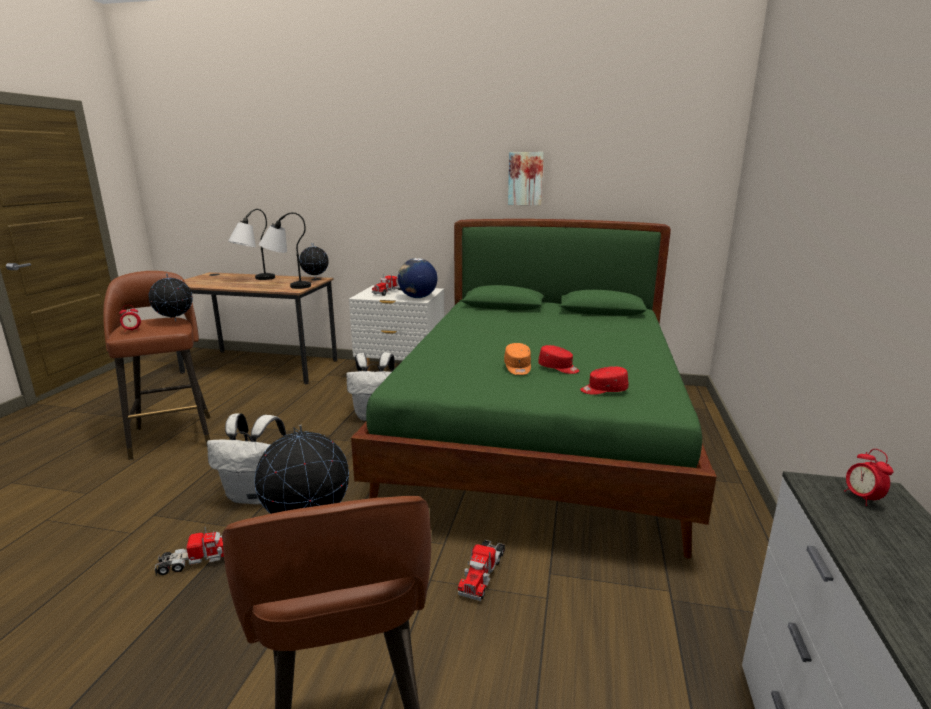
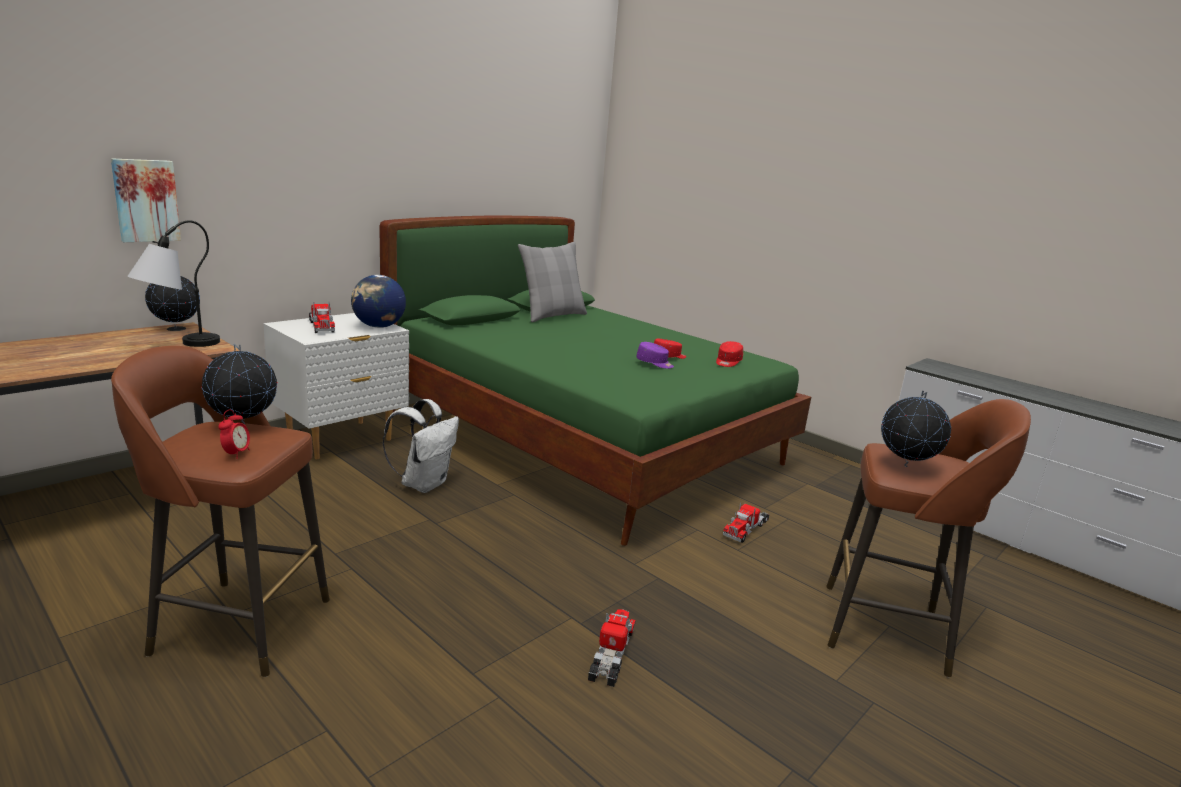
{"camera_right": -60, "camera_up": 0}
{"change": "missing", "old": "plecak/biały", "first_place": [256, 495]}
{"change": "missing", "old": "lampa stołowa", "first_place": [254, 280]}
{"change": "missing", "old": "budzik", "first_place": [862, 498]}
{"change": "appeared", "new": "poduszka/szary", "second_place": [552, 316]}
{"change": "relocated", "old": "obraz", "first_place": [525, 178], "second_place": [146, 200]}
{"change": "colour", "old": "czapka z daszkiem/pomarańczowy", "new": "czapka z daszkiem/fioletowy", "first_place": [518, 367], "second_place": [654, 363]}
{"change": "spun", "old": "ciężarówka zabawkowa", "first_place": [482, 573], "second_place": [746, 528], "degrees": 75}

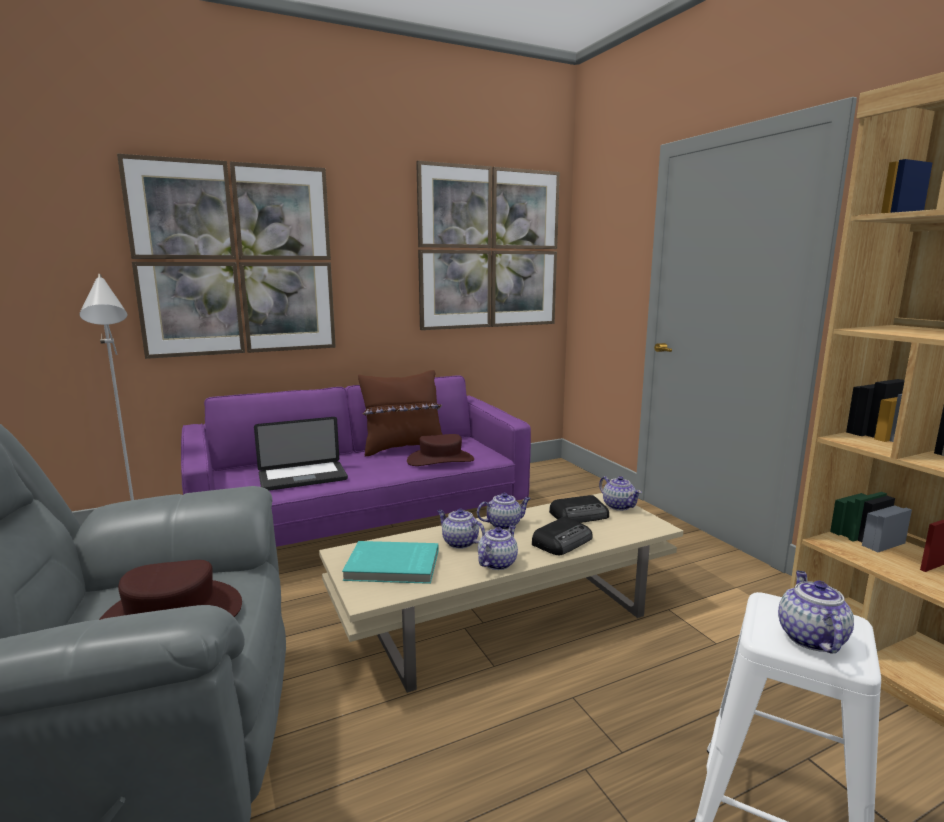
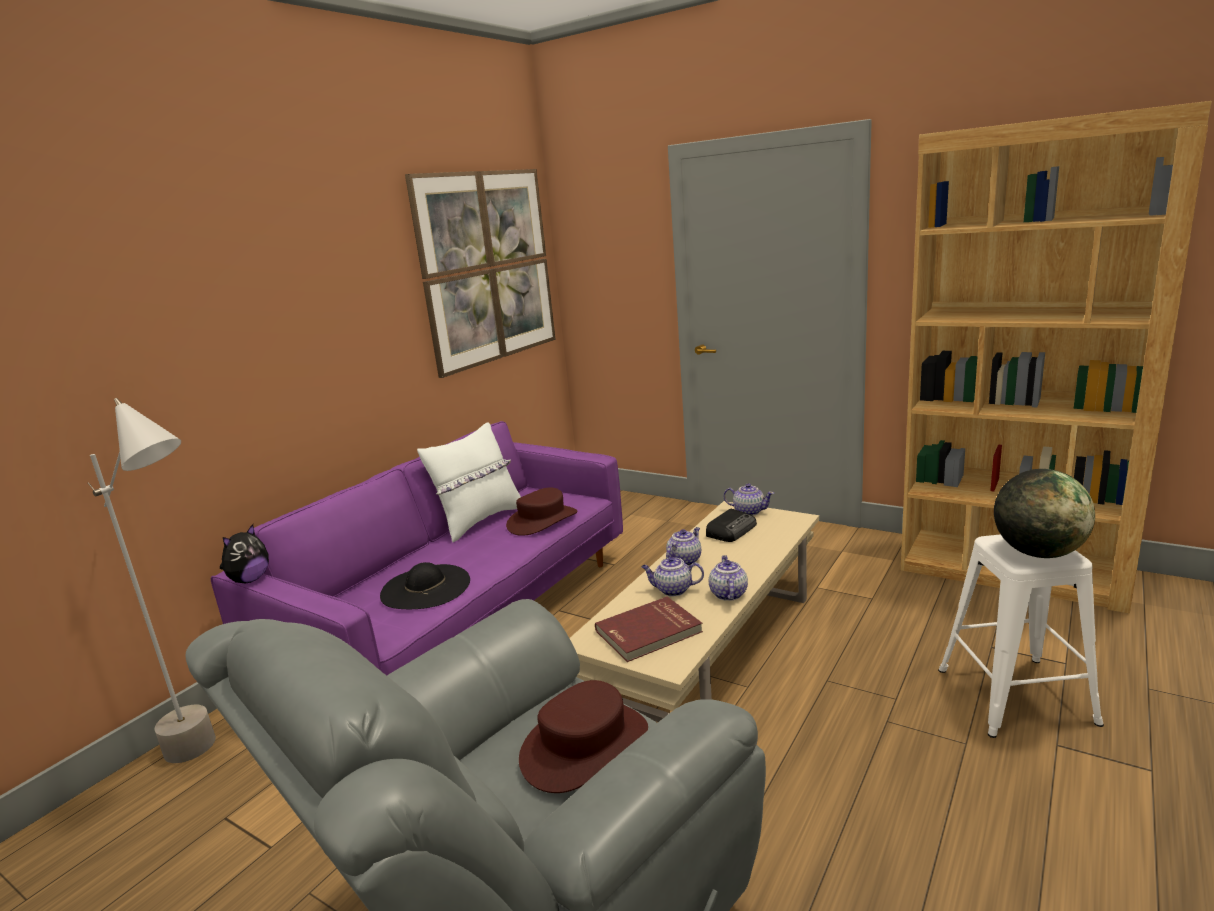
{"camera_right": -30, "camera_up": 5}
{"change": "missing", "old": "obraz", "first_place": [237, 260]}
{"change": "missing", "old": "radio", "first_place": [563, 541]}
{"change": "appeared", "new": "pluszak", "second_place": [249, 580]}
{"change": "exchanged", "old": "laptop", "new": "kapelusz/czarny", "first_place": [302, 477], "second_place": [425, 587]}
{"change": "exchanged", "old": "imbryk", "new": "globus", "first_place": [809, 637], "second_place": [1038, 553]}
{"change": "colour", "old": "książka/turkusowy", "new": "książka/czerwony", "first_place": [392, 566], "second_place": [649, 632]}
{"change": "colour", "old": "poduszka/brązowy", "new": "poduszka/biały", "first_place": [403, 448], "second_place": [479, 521]}

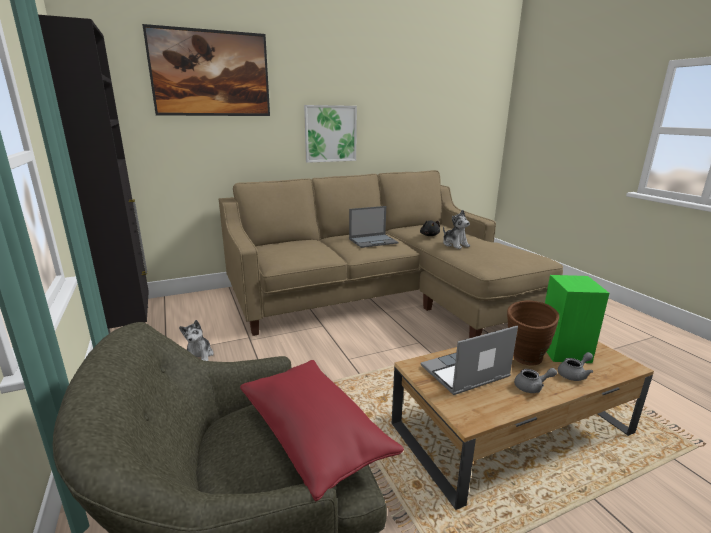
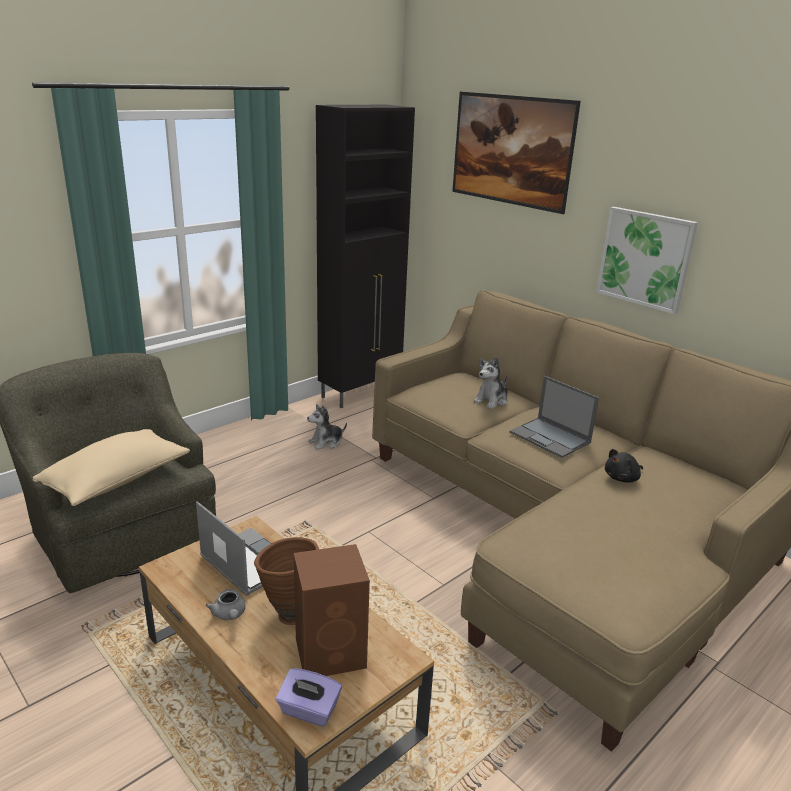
{"camera_right": 70, "camera_up": 5}
{"change": "missing", "old": "imbryk/szary", "first_place": [574, 374]}
{"change": "appeared", "new": "pudełko chusteczek/fioletowy", "second_place": [308, 710]}
{"change": "relocated", "old": "pluszak", "first_place": [455, 244], "second_place": [491, 400]}
{"change": "colour", "old": "poduszka/czerwony", "new": "poduszka/beżowy", "first_place": [314, 436], "second_place": [117, 481]}
{"change": "colour", "old": "głośnik/zielony", "new": "głośnik/brązowy", "first_place": [563, 350], "second_place": [332, 653]}

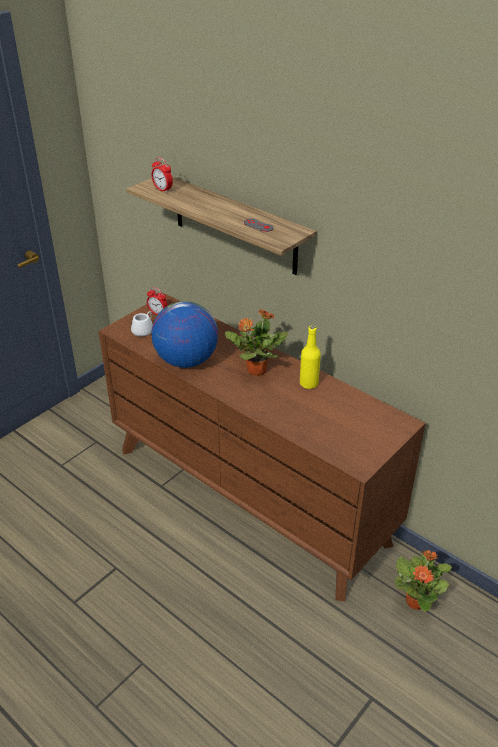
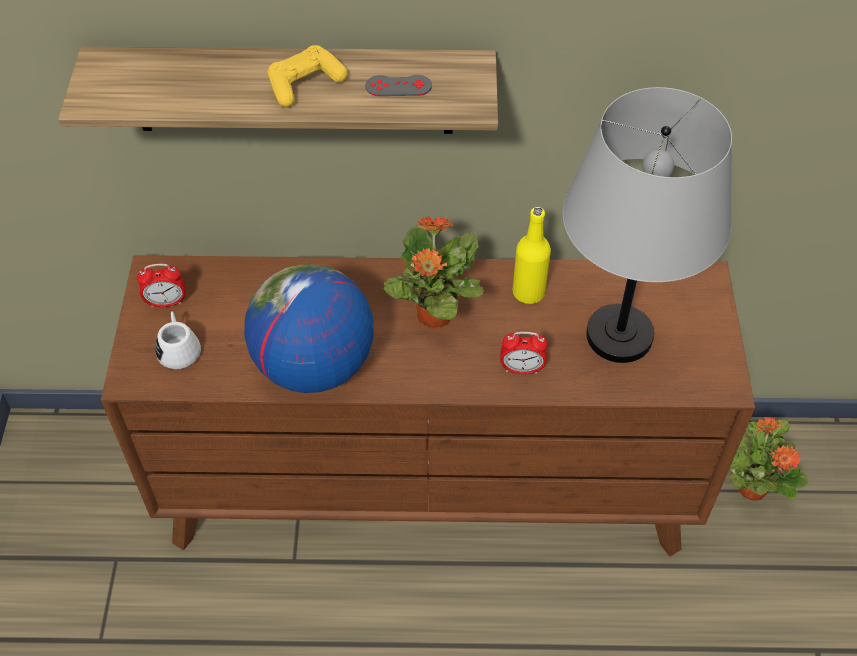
{"camera_right": -40, "camera_up": 15}
{"change": "appeared", "new": "pad do gier/żółty", "second_place": [305, 84]}
{"change": "appeared", "new": "lampa stołowa/szary", "second_place": [619, 336]}
{"change": "relocated", "old": "budzik", "first_place": [163, 190], "second_place": [521, 369]}

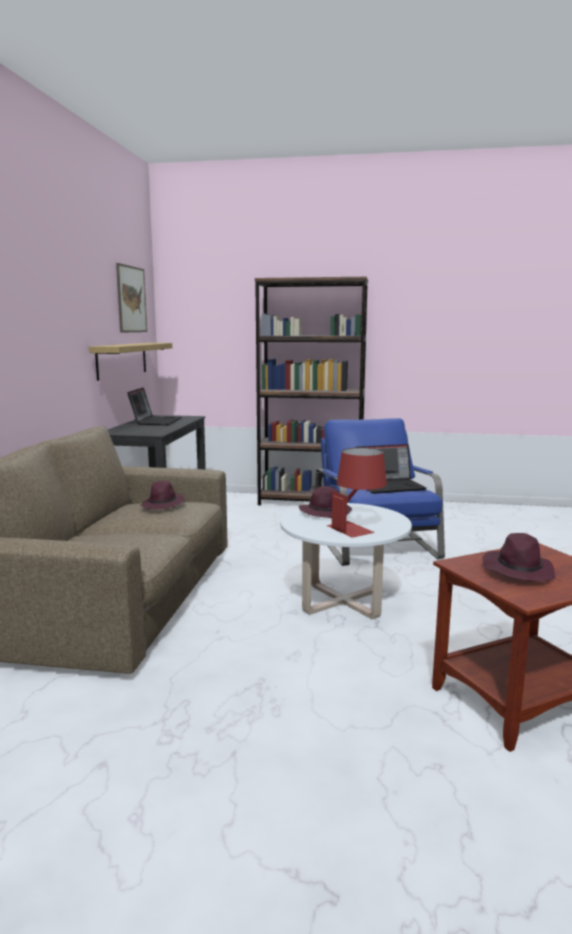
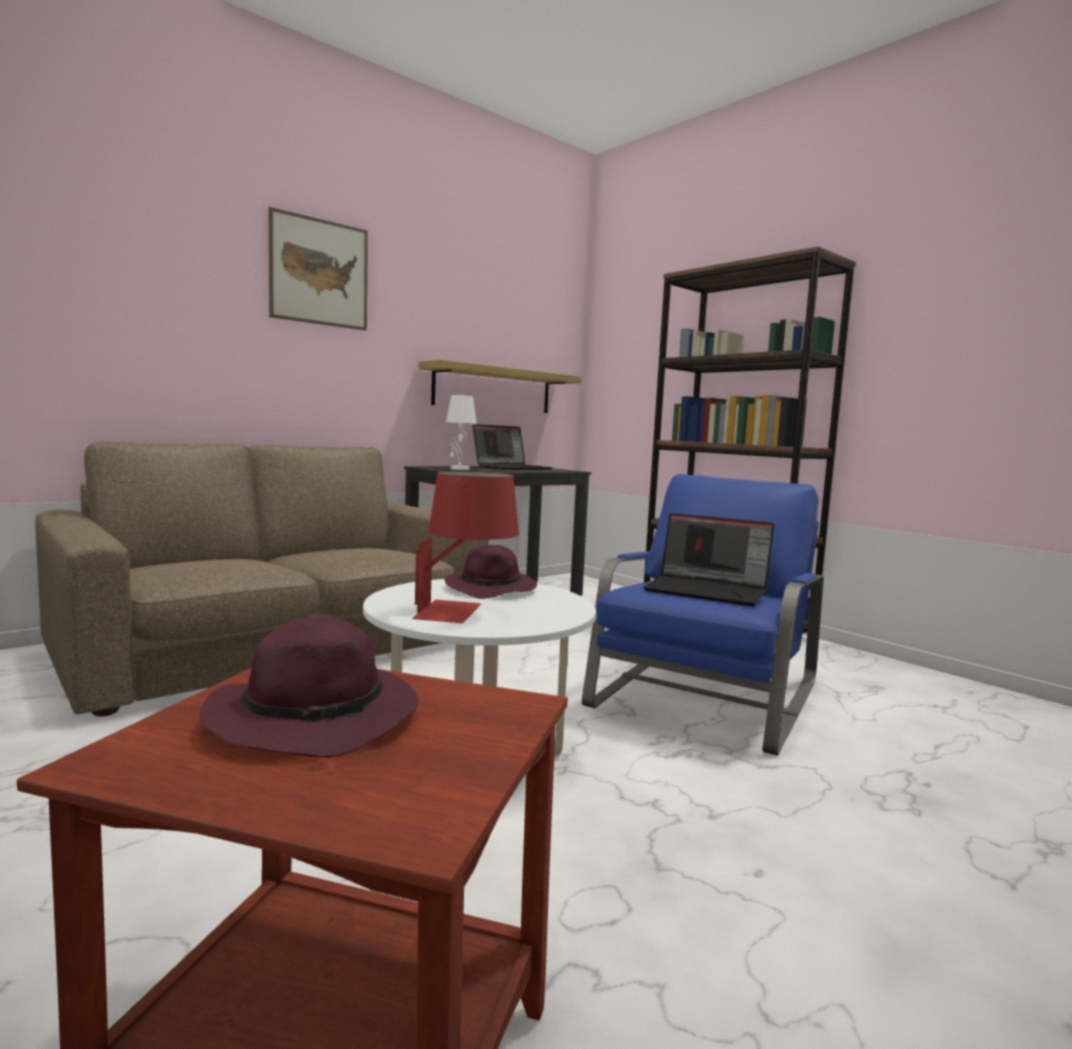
{"camera_right": 40, "camera_up": -5}
{"change": "missing", "old": "kapelusz/fioletowy", "first_place": [163, 505]}
{"change": "appeared", "new": "lampa stołowa/biały", "second_place": [459, 469]}
{"change": "relocated", "old": "obraz", "first_place": [131, 299], "second_place": [319, 272]}

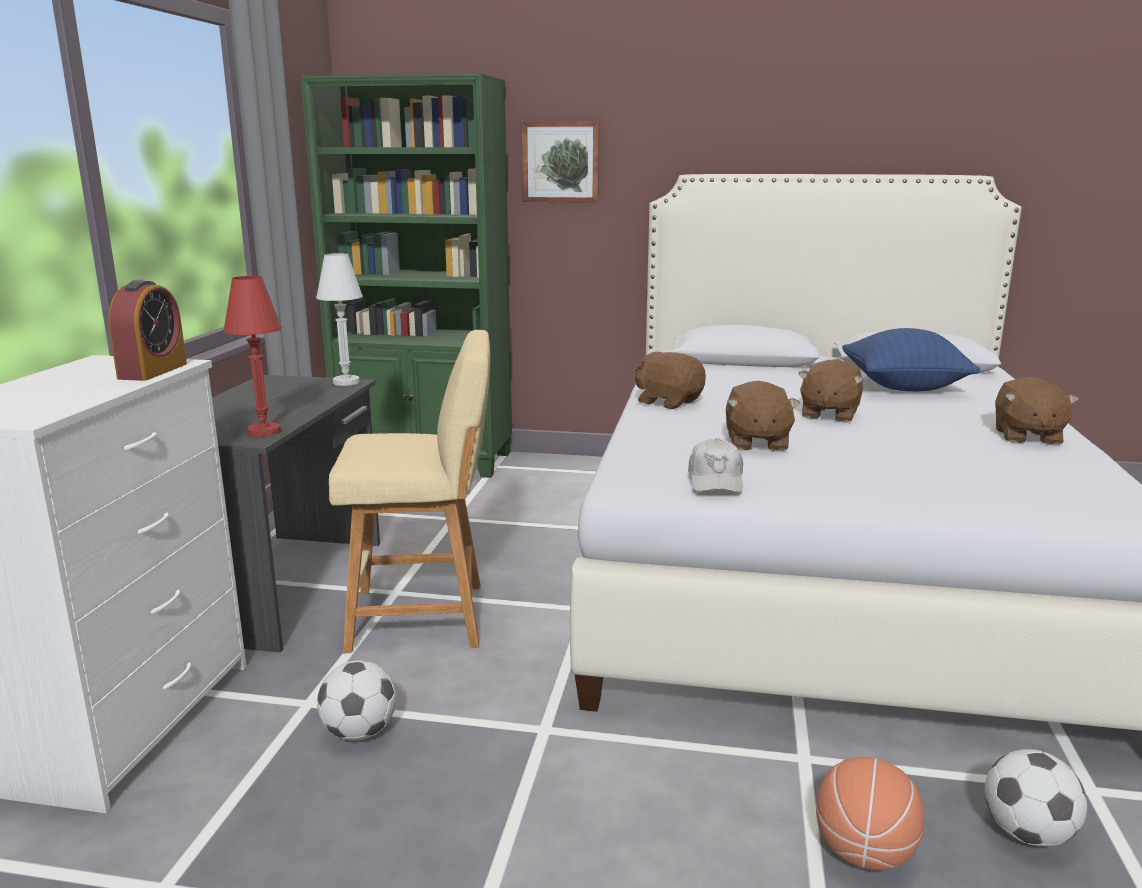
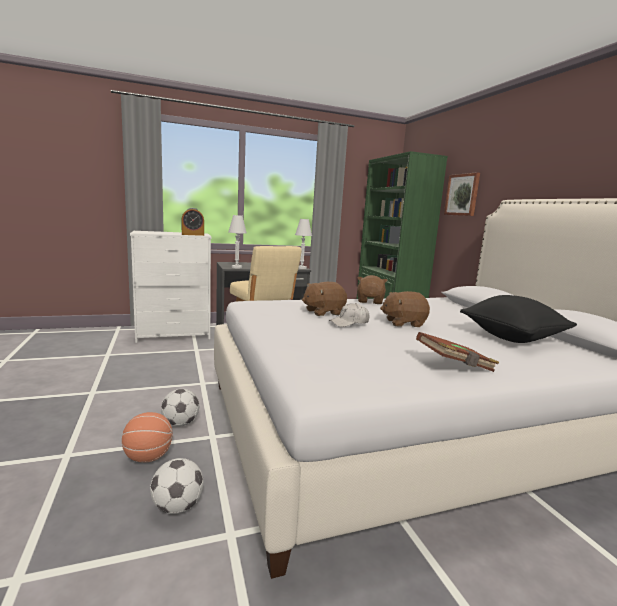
{"camera_right": 60, "camera_up": -5}
{"change": "relocated", "old": "piłka futbolowa", "first_place": [359, 732], "second_place": [180, 423]}
{"change": "relocated", "old": "czapka z daszkiem/biały", "first_place": [716, 480], "second_place": [349, 323]}
{"change": "exchanged", "old": "pluszak/brązowy", "new": "książka/brązowy", "first_place": [1026, 437], "second_place": [455, 366]}
{"change": "colour", "old": "lampa stołowa/czerwony", "new": "lampa stołowa/biały", "first_place": [264, 432], "second_place": [236, 267]}
{"change": "colour", "old": "poduszka/niebieski", "new": "poduszka/czarny", "first_place": [903, 387], "second_place": [512, 338]}

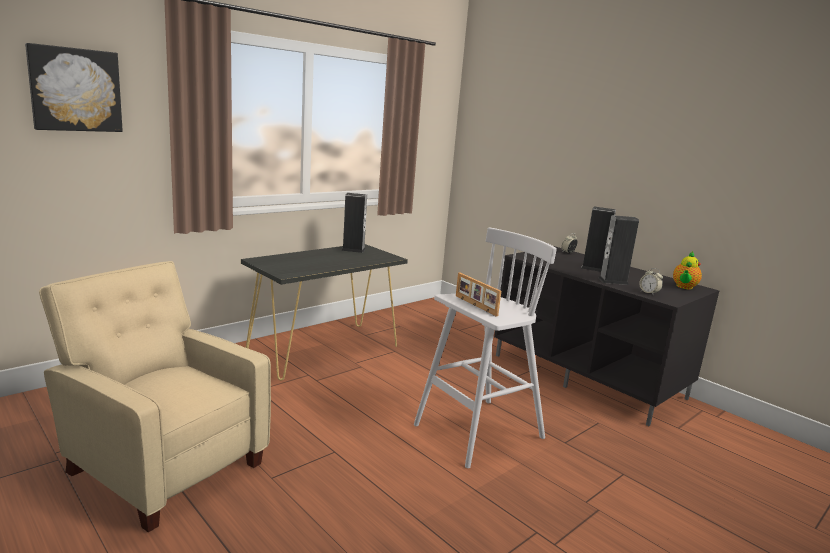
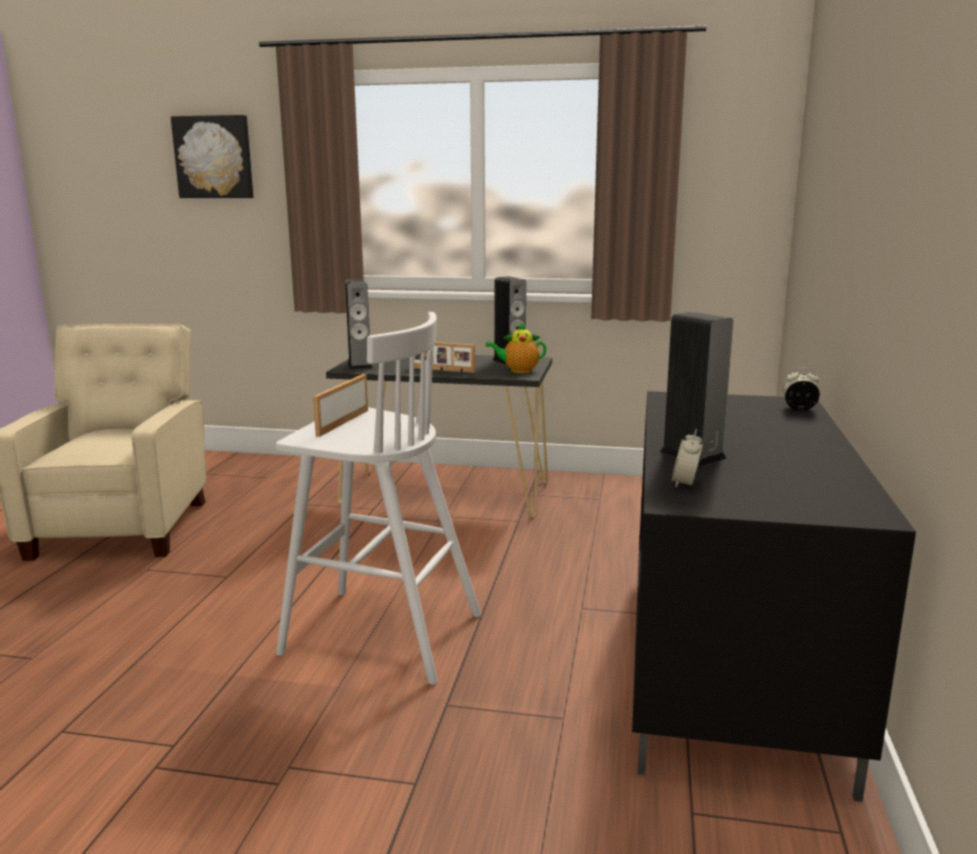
{"camera_right": 55, "camera_up": 0}
{"change": "appeared", "new": "ramka na zdjęcie", "second_place": [442, 370]}
{"change": "relocated", "old": "głośnik", "first_place": [593, 268], "second_place": [360, 365]}
{"change": "relocated", "old": "imbryk", "first_place": [684, 287], "second_place": [518, 371]}

